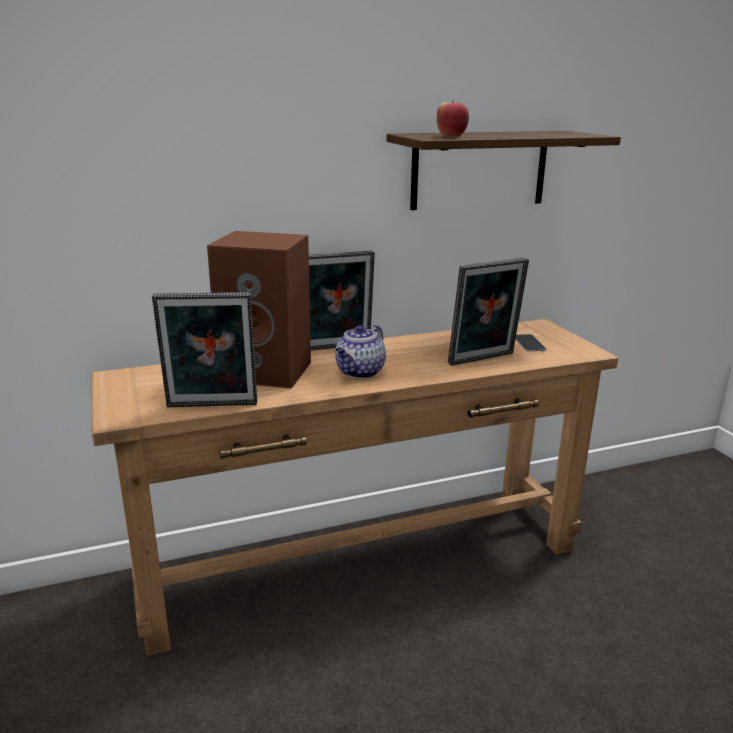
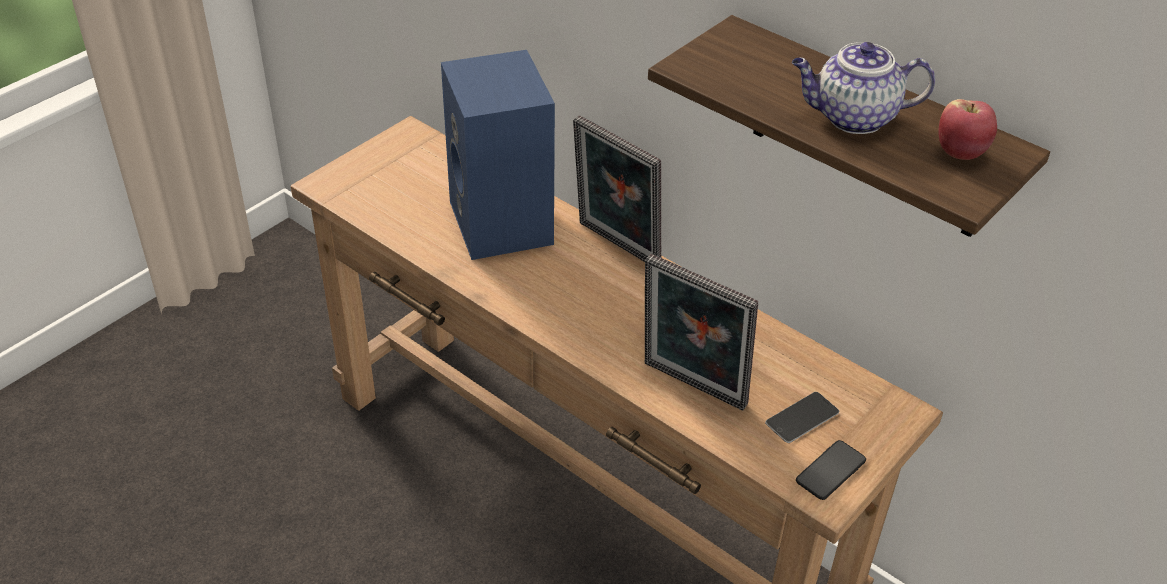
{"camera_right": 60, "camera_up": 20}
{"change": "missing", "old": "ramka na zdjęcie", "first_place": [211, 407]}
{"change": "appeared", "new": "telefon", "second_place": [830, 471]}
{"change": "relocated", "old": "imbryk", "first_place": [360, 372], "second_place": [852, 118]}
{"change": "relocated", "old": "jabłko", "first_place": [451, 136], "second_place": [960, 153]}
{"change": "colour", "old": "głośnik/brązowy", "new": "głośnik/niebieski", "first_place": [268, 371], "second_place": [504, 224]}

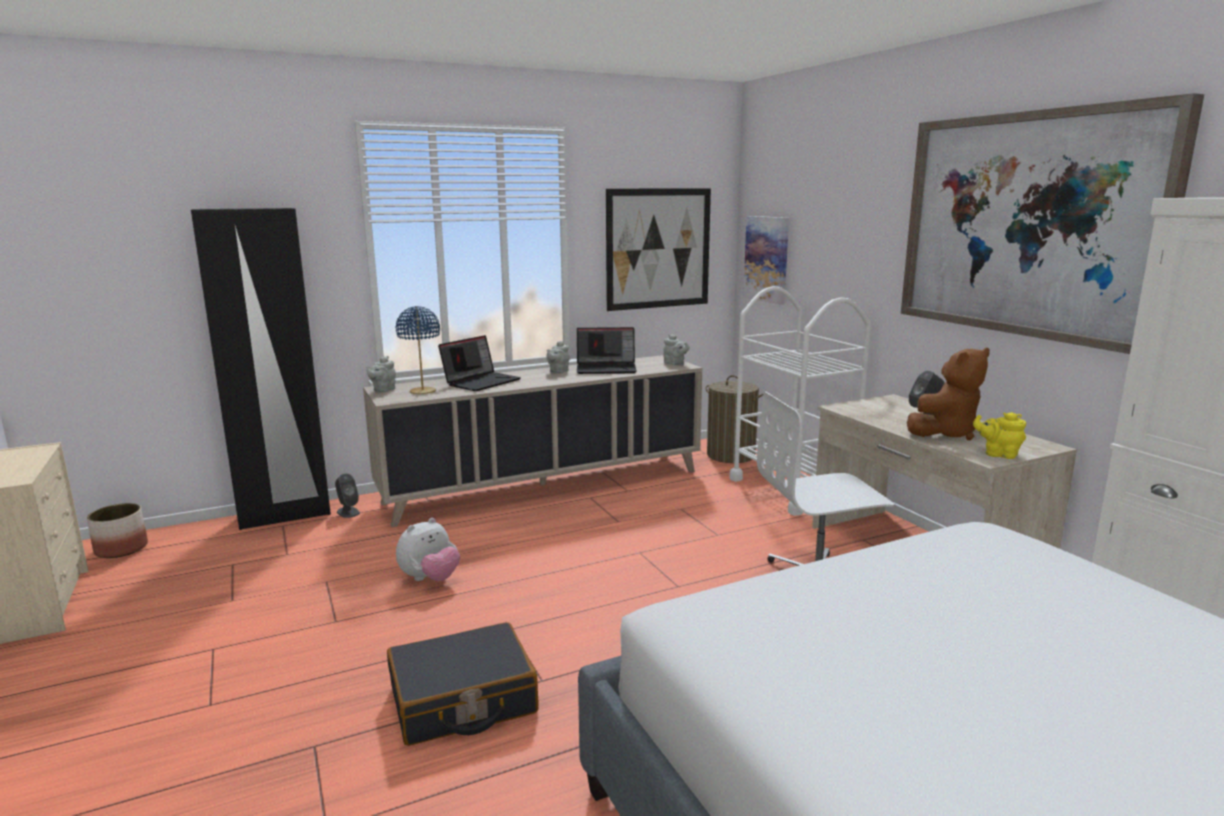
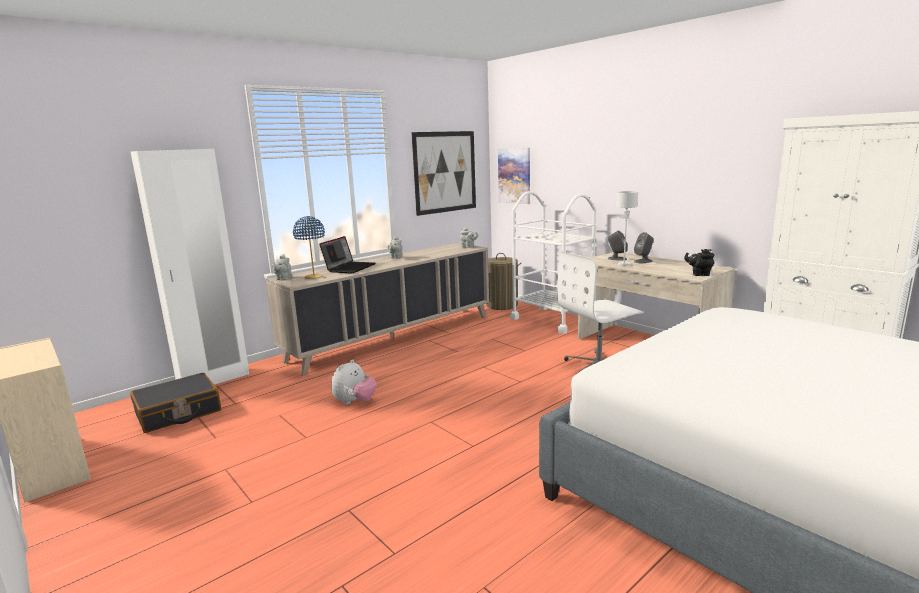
{"camera_right": -15, "camera_up": 0}
{"change": "missing", "old": "donica", "first_place": [121, 549]}
{"change": "missing", "old": "laptop", "first_place": [607, 368]}
{"change": "missing", "old": "obraz", "first_place": [1027, 225]}
{"change": "missing", "old": "pluszak/brązowy", "first_place": [945, 433]}
{"change": "appeared", "new": "lampa stołowa/szary", "second_place": [624, 265]}
{"change": "relocated", "old": "głośnik/szary", "first_place": [348, 512], "second_place": [617, 259]}
{"change": "relocated", "old": "walizka/czarny", "first_place": [463, 701], "second_place": [178, 413]}
{"change": "colour", "old": "szafa/czarny", "new": "szafa/biały", "first_place": [285, 516], "second_place": [214, 380]}
{"change": "colour", "old": "imbryk/żółty", "new": "imbryk/czarny", "first_place": [998, 454], "second_place": [699, 274]}

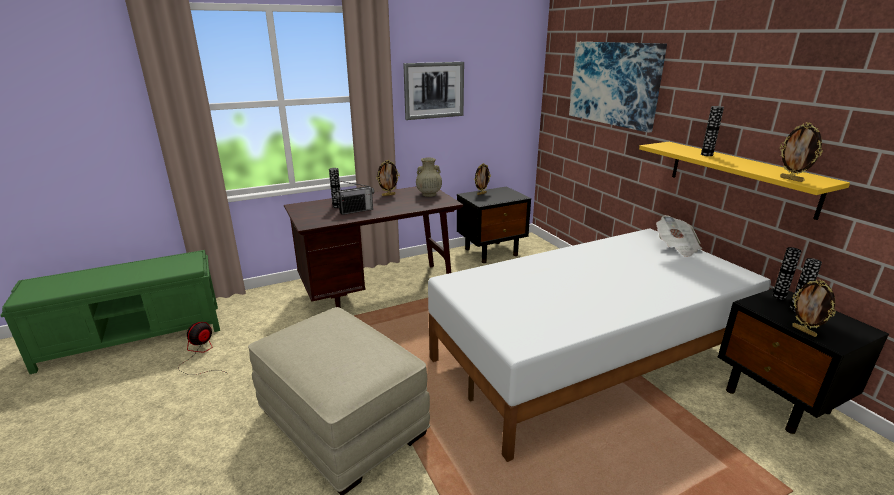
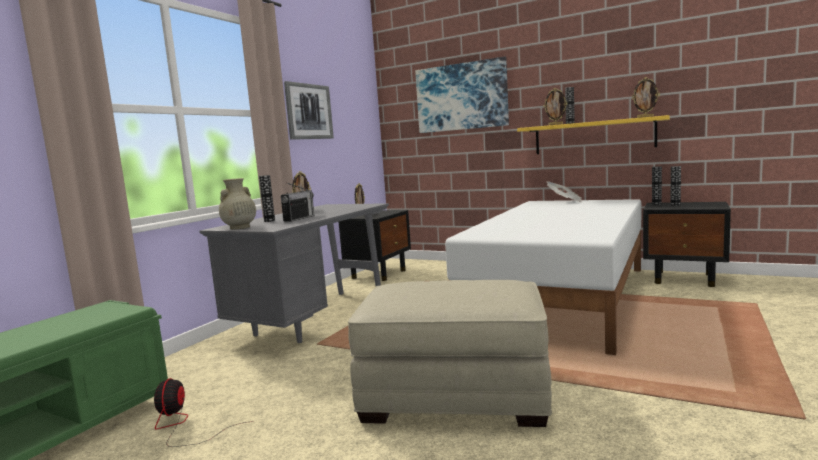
{"camera_right": -35, "camera_up": -15}
{"change": "relocated", "old": "wazon/beżowy", "first_place": [428, 194], "second_place": [239, 228]}
{"change": "relocated", "old": "ramka na zdjęcie", "first_place": [804, 331], "second_place": [555, 124]}
{"change": "colour", "old": "biurko/brązowy", "new": "biurko/szary", "first_place": [379, 288], "second_place": [315, 318]}

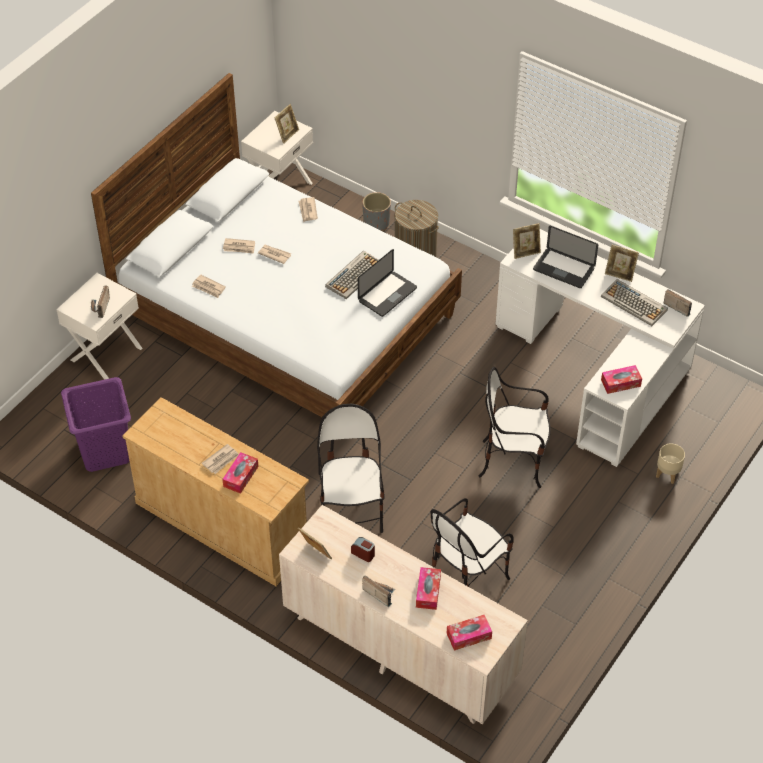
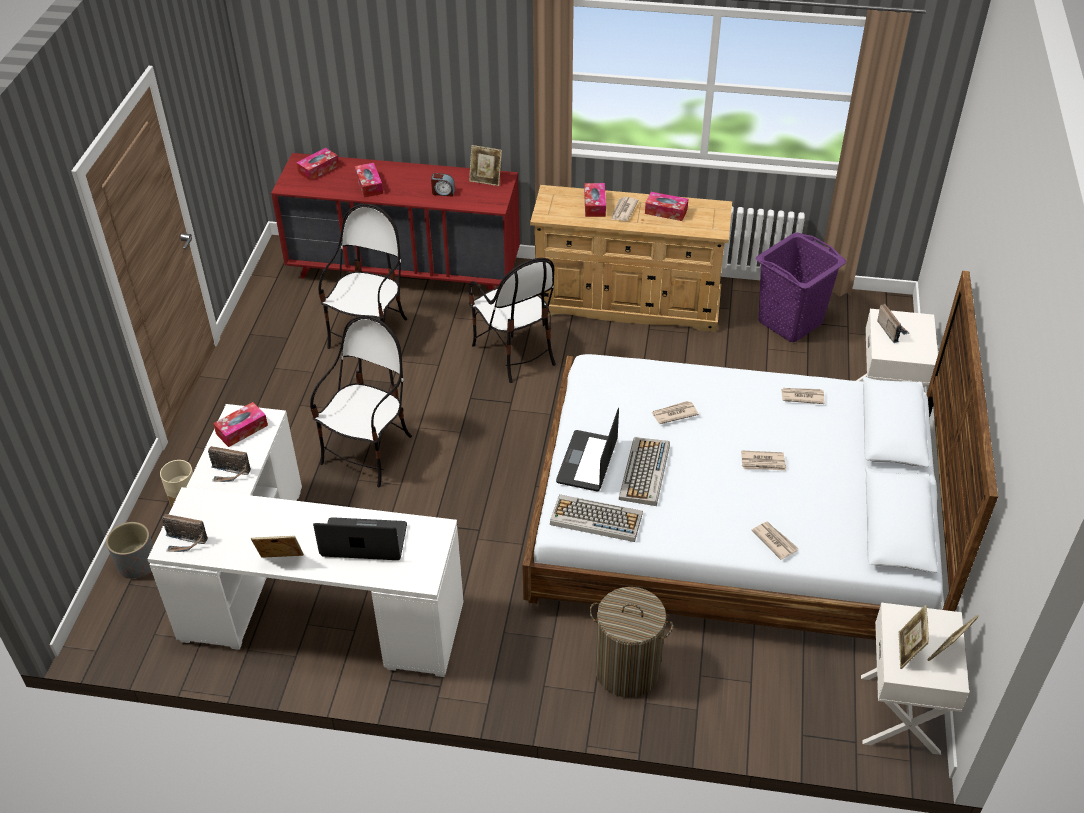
{"camera_right": 155, "camera_up": -5}
{"change": "appeared", "new": "pudełko chusteczek", "second_place": [666, 211]}
{"change": "relocated", "old": "gazeta", "first_place": [239, 247], "second_place": [674, 414]}
{"change": "relocated", "old": "donica/szary", "first_place": [376, 223], "second_place": [137, 564]}
{"change": "relocated", "old": "radio", "first_place": [379, 593], "second_place": [230, 474]}
{"change": "relocated", "old": "ramka na zdjęcie", "first_place": [525, 252], "second_place": [947, 652]}
{"change": "relocated", "old": "klawiatura", "first_place": [634, 303], "second_place": [595, 519]}
{"change": "colour", "old": "komoda/beżowy", "new": "komoda/czerwony", "first_place": [399, 648], "second_place": [405, 270]}
{"change": "spun", "old": "krzesło", "first_place": [513, 461], "second_place": [369, 452], "degrees": -45}

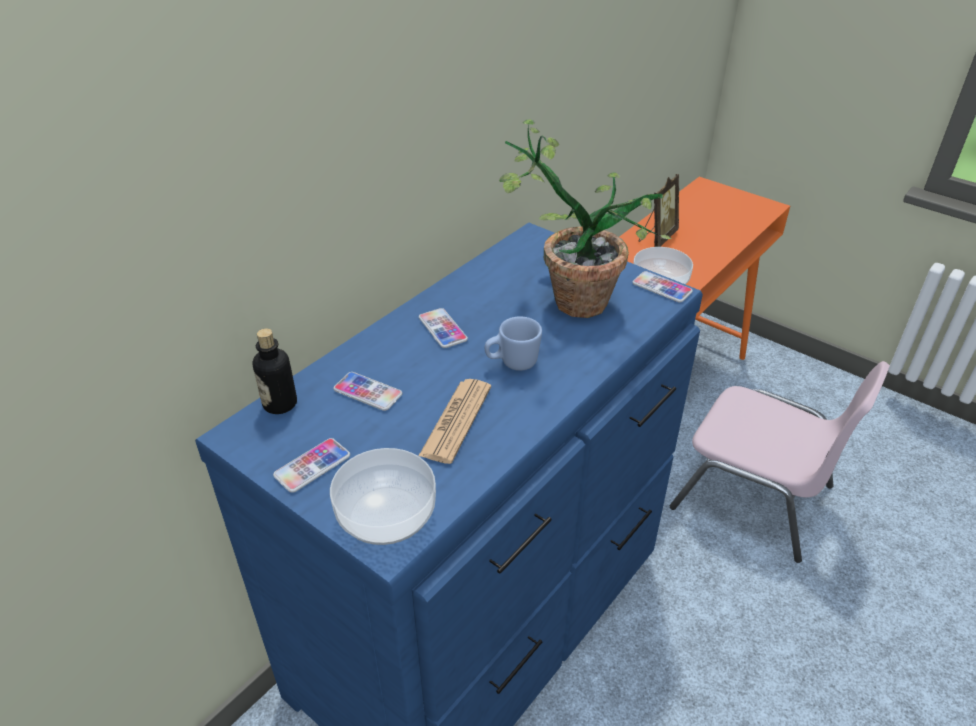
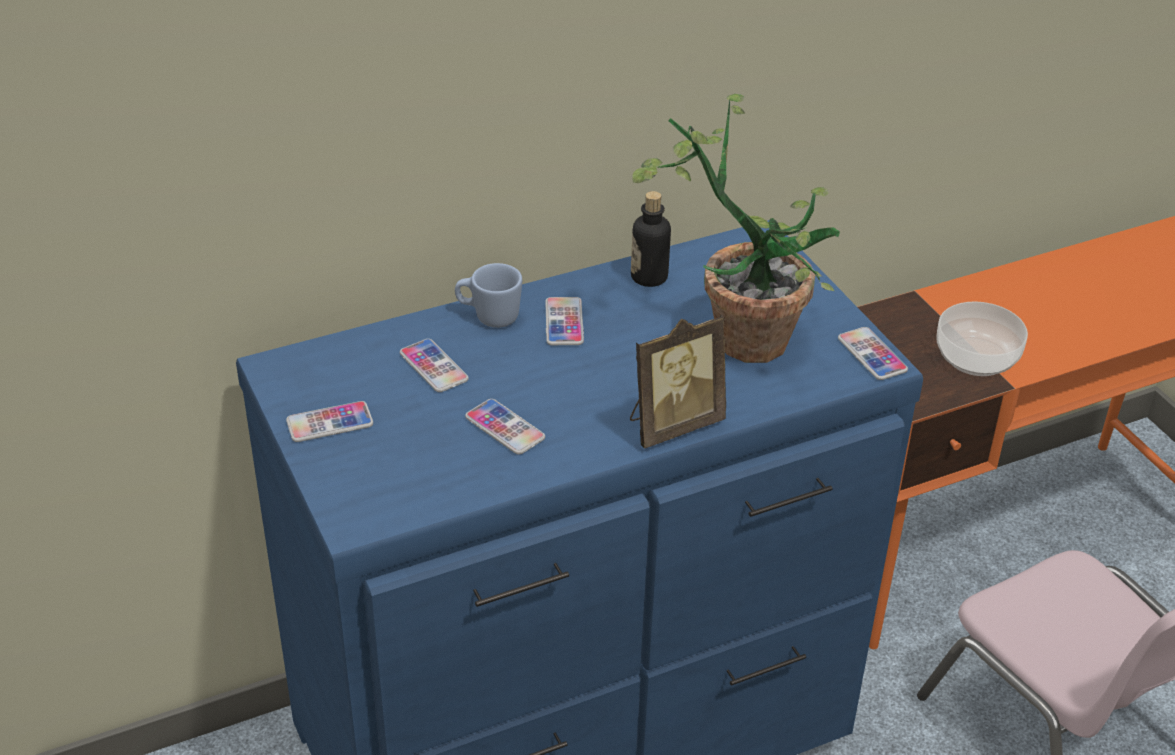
{"camera_right": 25, "camera_up": 0}
{"change": "missing", "old": "miska", "first_place": [387, 515]}
{"change": "relocated", "old": "butelka", "first_place": [280, 404], "second_place": [649, 277]}
{"change": "relocated", "old": "kubek/niebieski", "first_place": [512, 363], "second_place": [489, 317]}
{"change": "relocated", "old": "ramka na zdjęcie", "first_place": [657, 238], "second_place": [672, 424]}
{"change": "exchanged", "old": "gazeta", "new": "telefon", "first_place": [456, 421], "second_place": [505, 428]}

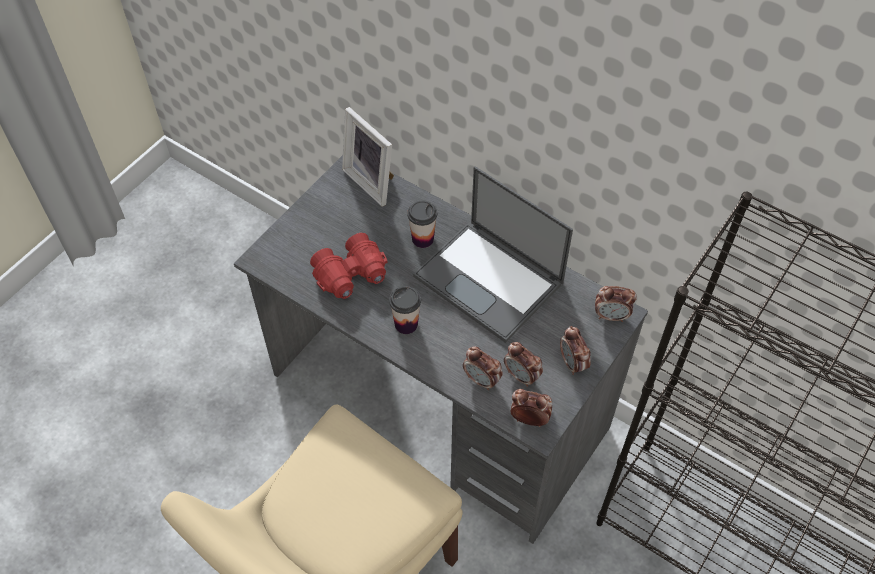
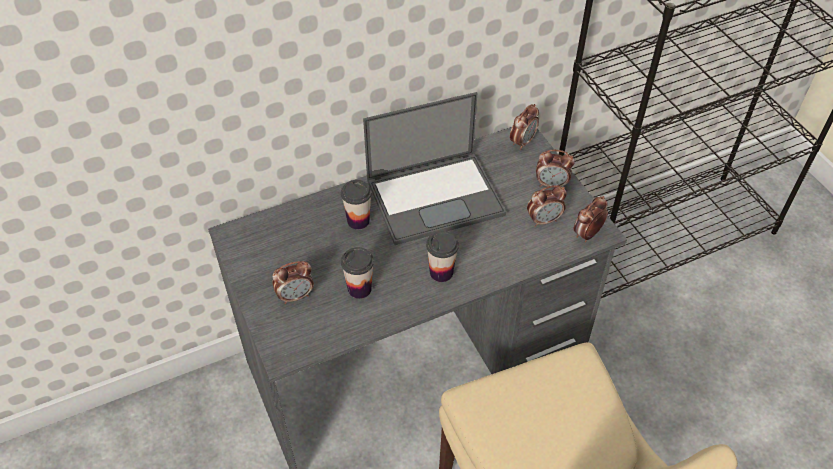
{"camera_right": -60, "camera_up": -5}
{"change": "missing", "old": "ramka na zdjęcie", "first_place": [373, 181]}
{"change": "relocated", "old": "budzik", "first_place": [482, 380], "second_place": [295, 296]}
{"change": "exchanged", "old": "lornetka/czerwony", "new": "filiżanka", "first_place": [352, 275], "second_place": [359, 288]}

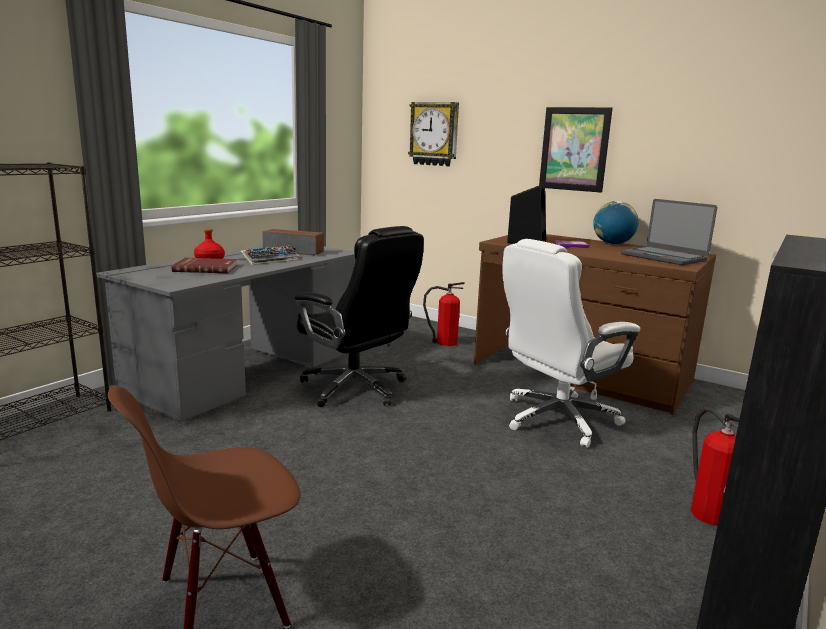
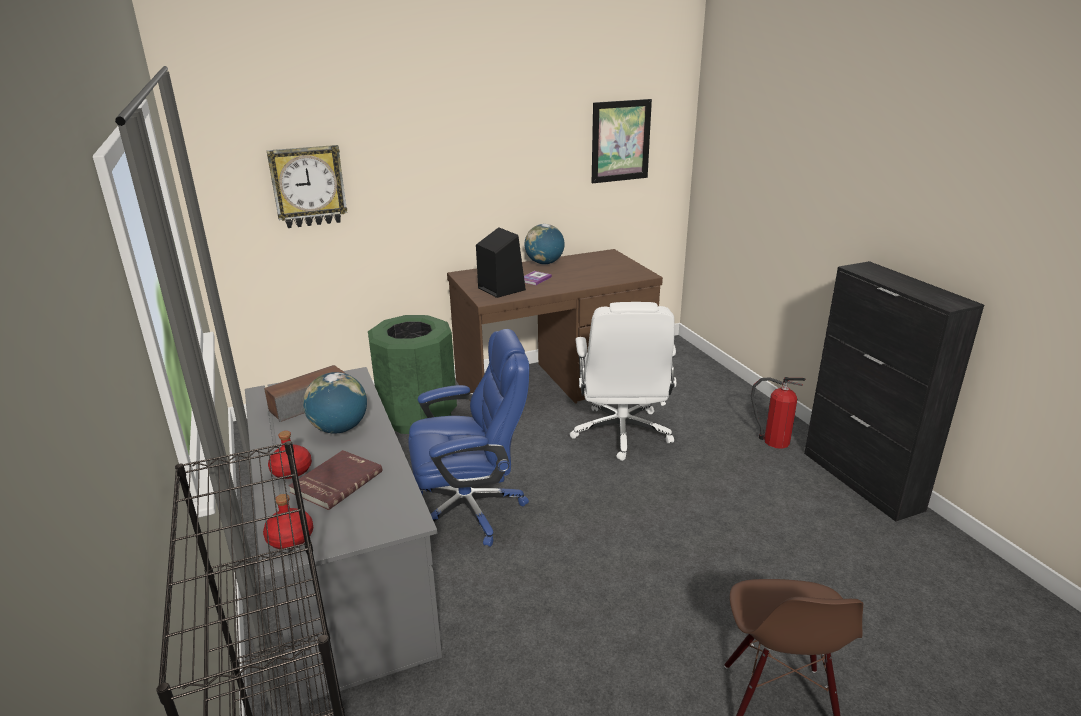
{"camera_right": -55, "camera_up": 10}
{"change": "missing", "old": "laptop", "first_place": [664, 257]}
{"change": "appeared", "new": "butelka/czerwony", "second_place": [290, 538]}
{"change": "relocated", "old": "obraz", "first_place": [574, 149], "second_place": [620, 141]}
{"change": "exchanged", "old": "klawiatura", "new": "globus", "first_place": [270, 259], "second_place": [339, 429]}
{"change": "exchanged", "old": "gaśnica", "new": "kosz na śmieci/zielony", "first_place": [444, 342], "second_place": [418, 416]}
{"change": "colour", "old": "krzesło biurowe/czarny", "new": "krzesło biurowe/niebieski", "first_place": [356, 388], "second_place": [470, 509]}

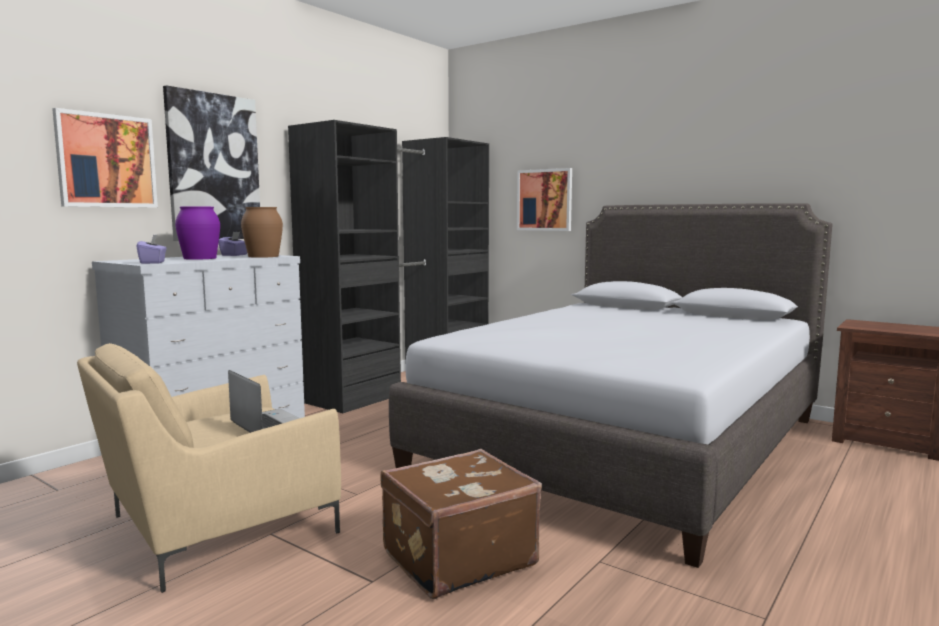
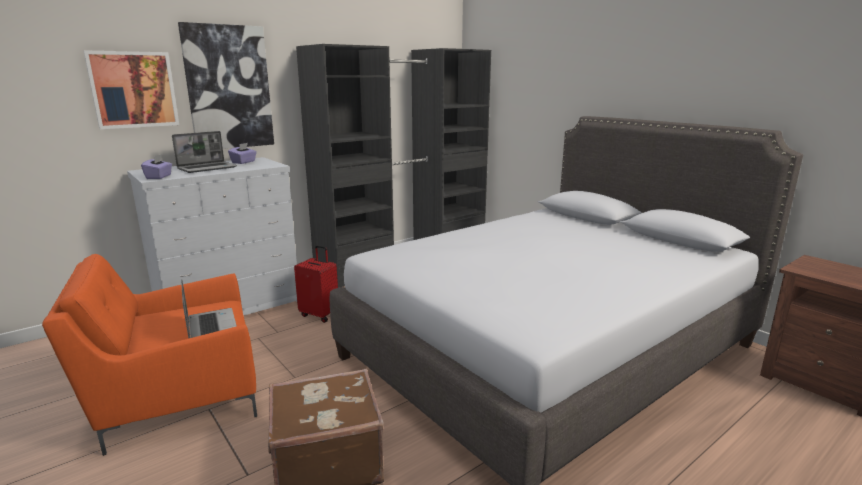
{"camera_right": 15, "camera_up": 10}
{"change": "missing", "old": "wazon/brązowy", "first_place": [263, 256]}
{"change": "missing", "old": "obraz", "first_place": [544, 200]}
{"change": "appeared", "new": "walizka/czerwony", "second_place": [320, 315]}
{"change": "exchanged", "old": "wazon/fioletowy", "new": "laptop", "first_place": [200, 258], "second_place": [207, 168]}
{"change": "colour", "old": "fotel/beżowy", "new": "fotel/pomarańczowy", "first_place": [214, 527], "second_place": [176, 395]}

